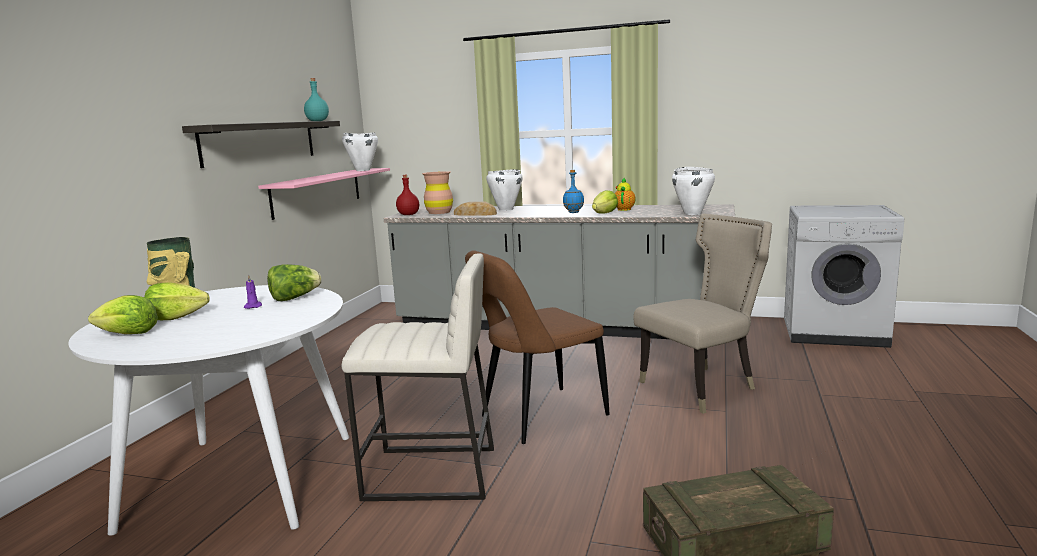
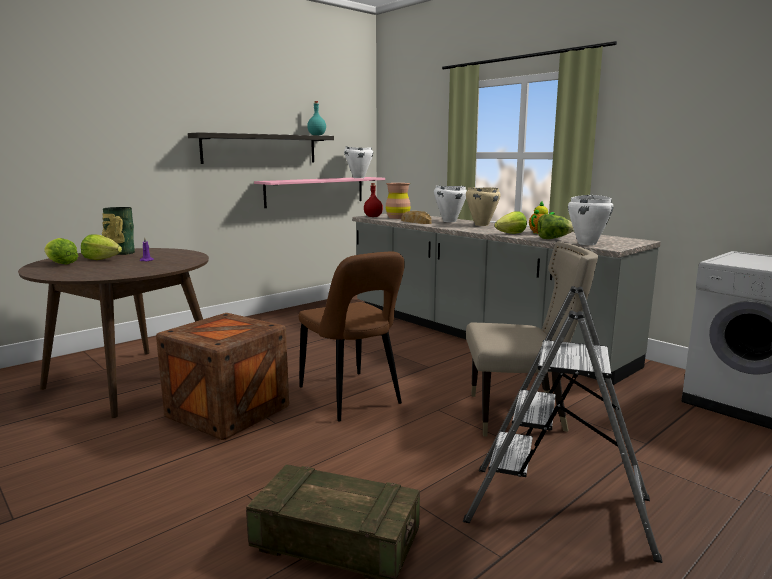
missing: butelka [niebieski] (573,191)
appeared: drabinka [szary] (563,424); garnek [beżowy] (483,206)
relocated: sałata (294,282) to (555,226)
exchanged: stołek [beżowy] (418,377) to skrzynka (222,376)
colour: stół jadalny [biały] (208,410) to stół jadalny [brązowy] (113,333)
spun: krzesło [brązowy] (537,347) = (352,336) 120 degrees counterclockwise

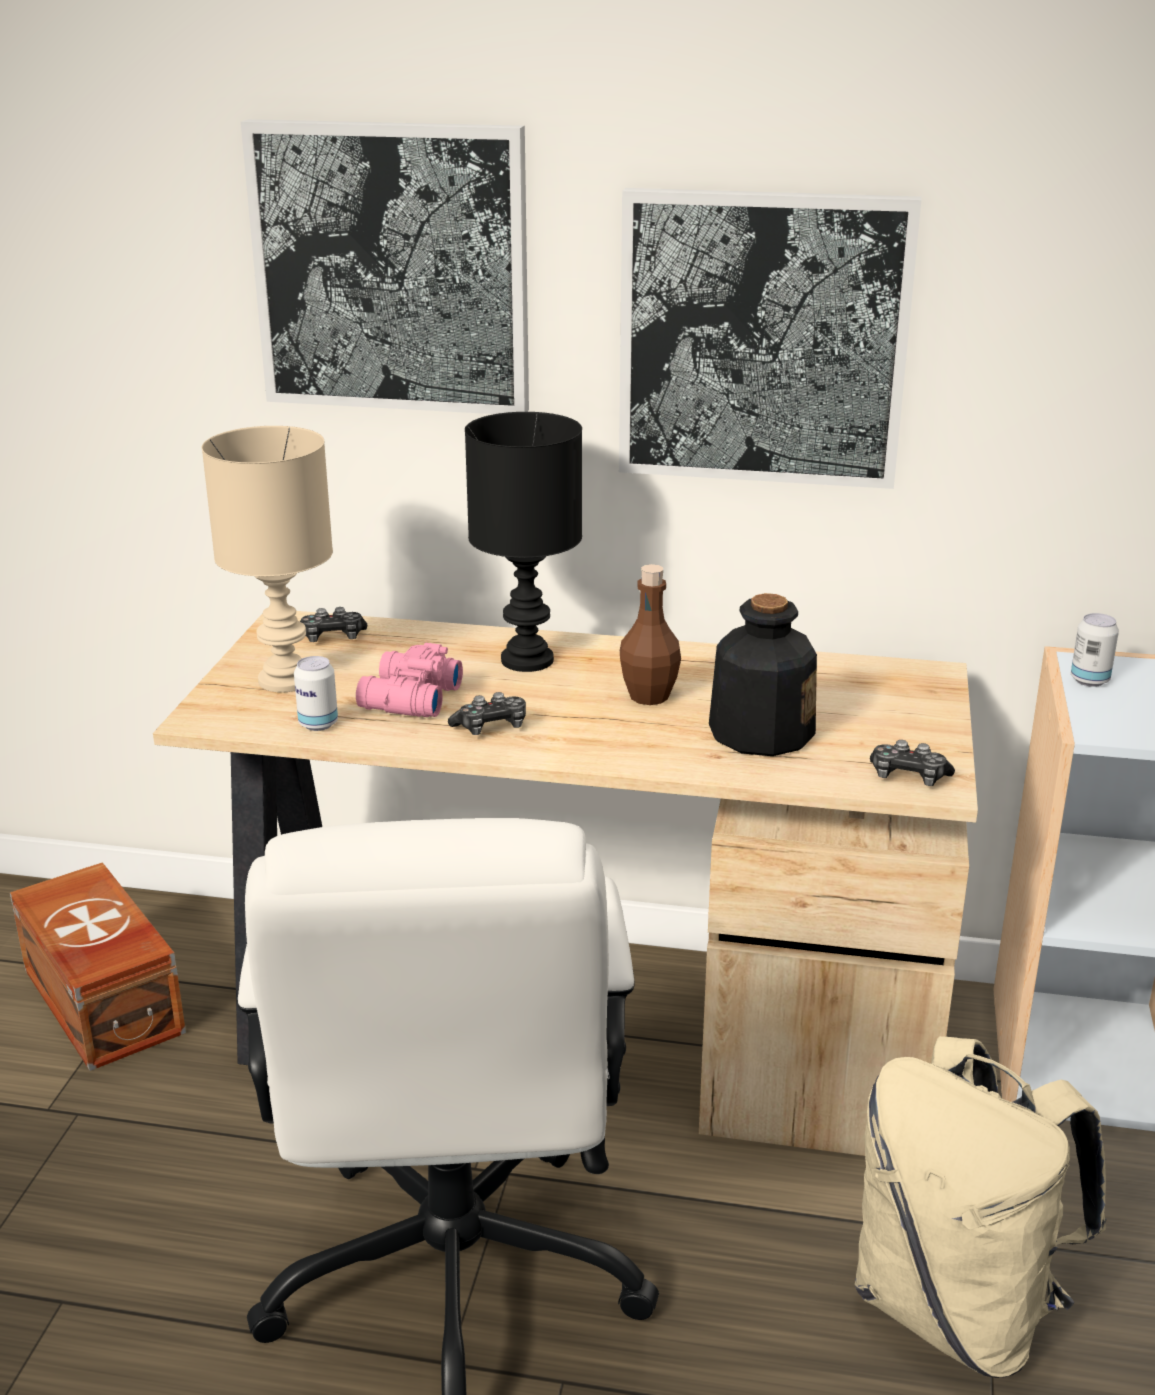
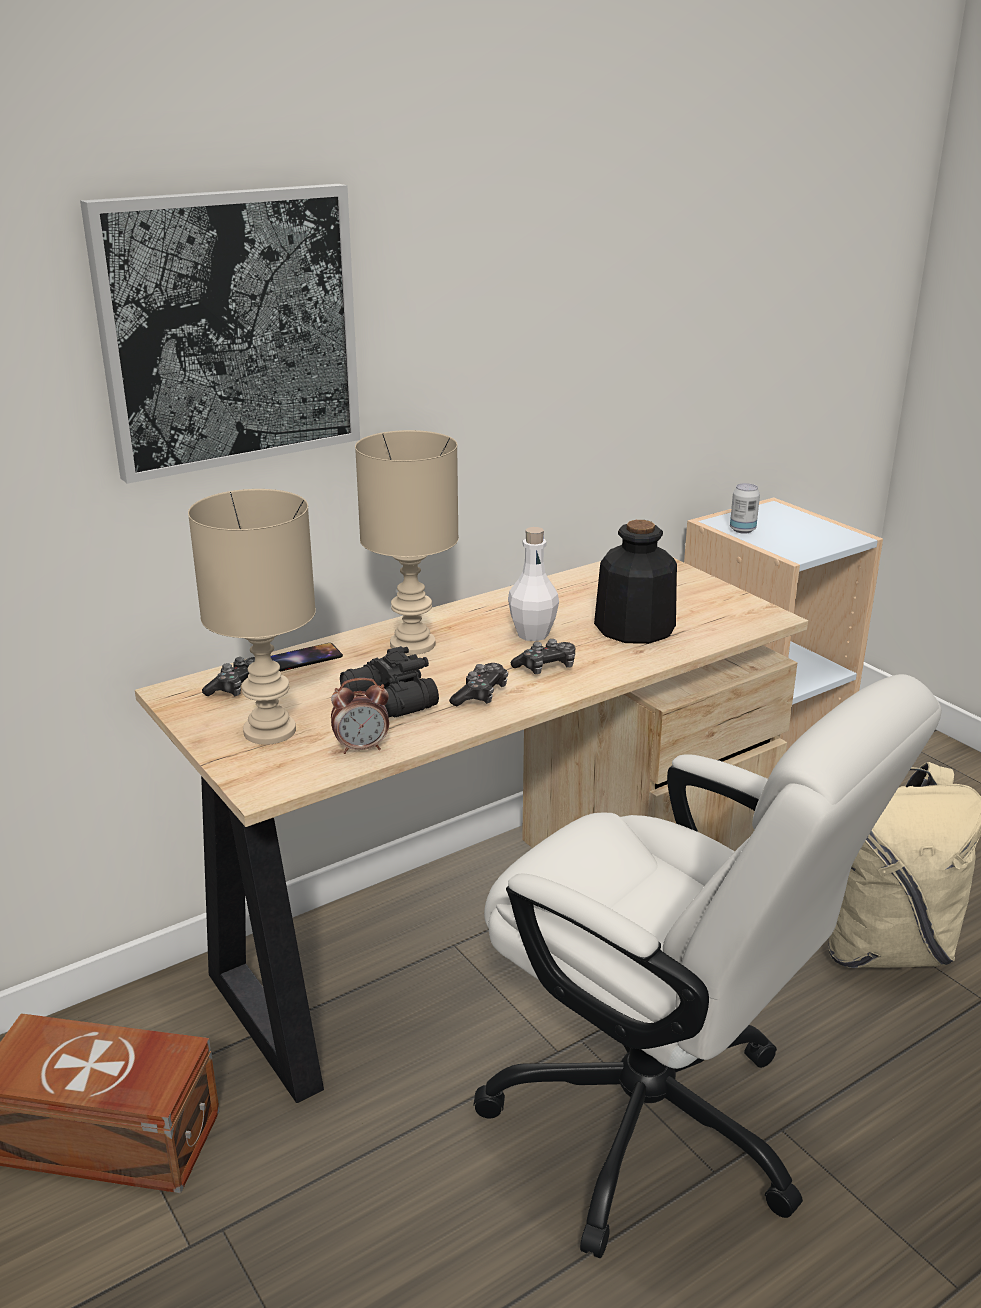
missing: obraz (770,338)
appeared: telefon (307,657)
relocated: pad do gier (912,763) to (543,656)
exchanged: puszka (316,693) to budzik (360,716)
colour: lornetka [różowy] (409,680) to lornetka [czarny] (389,681); lampa stołowa [czarny] (523,542) to lampa stołowa [beżowy] (407,542); butelka [brązowy] (650,634) to butelka [biały] (533,584)

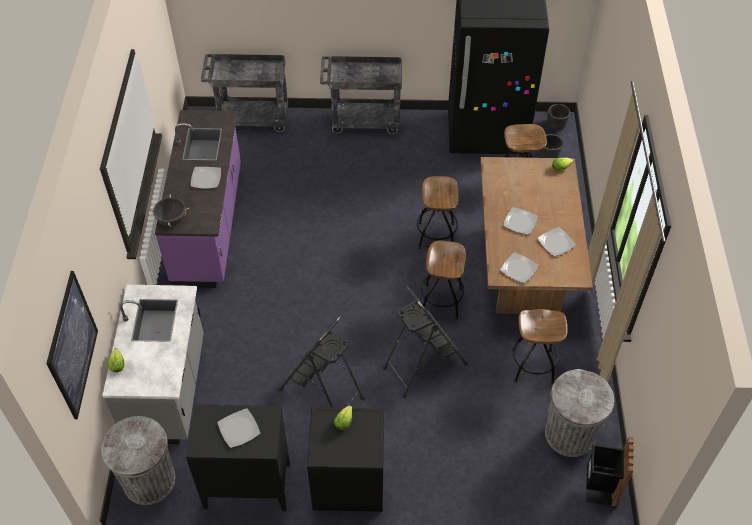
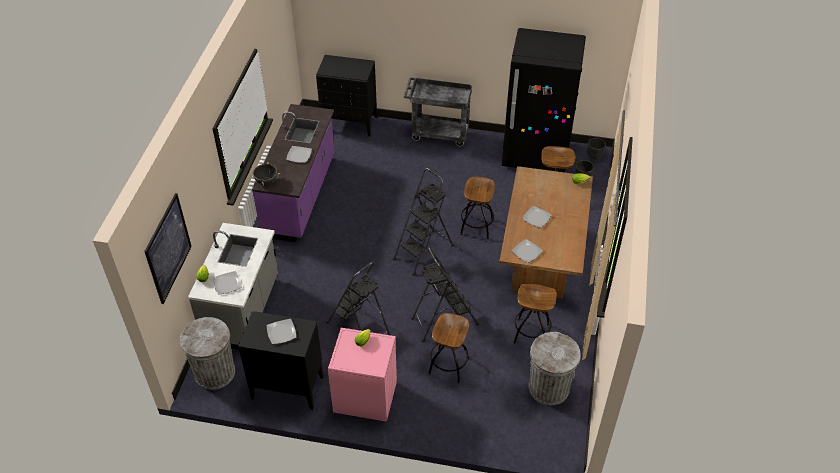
missing: kosz na śmieci [czarny] (610,472)
appeared: drabinka (423,222)
relocated: stołek [brązowy] (443,280) to (448,348); talerz (556,242) to (227,282)
exchanged: wózek [szary] (244,93) to komoda [czarny] (346,96)
colour: pralka [czarny] (345,459) to pralka [różowy] (362,375)

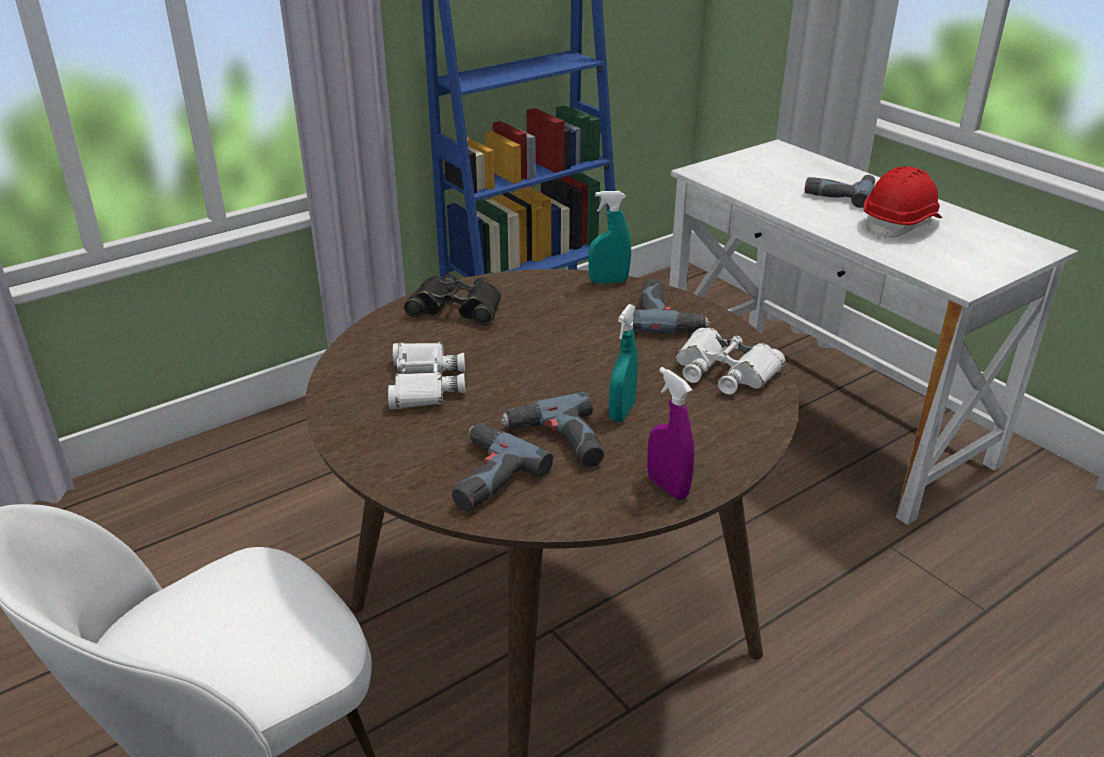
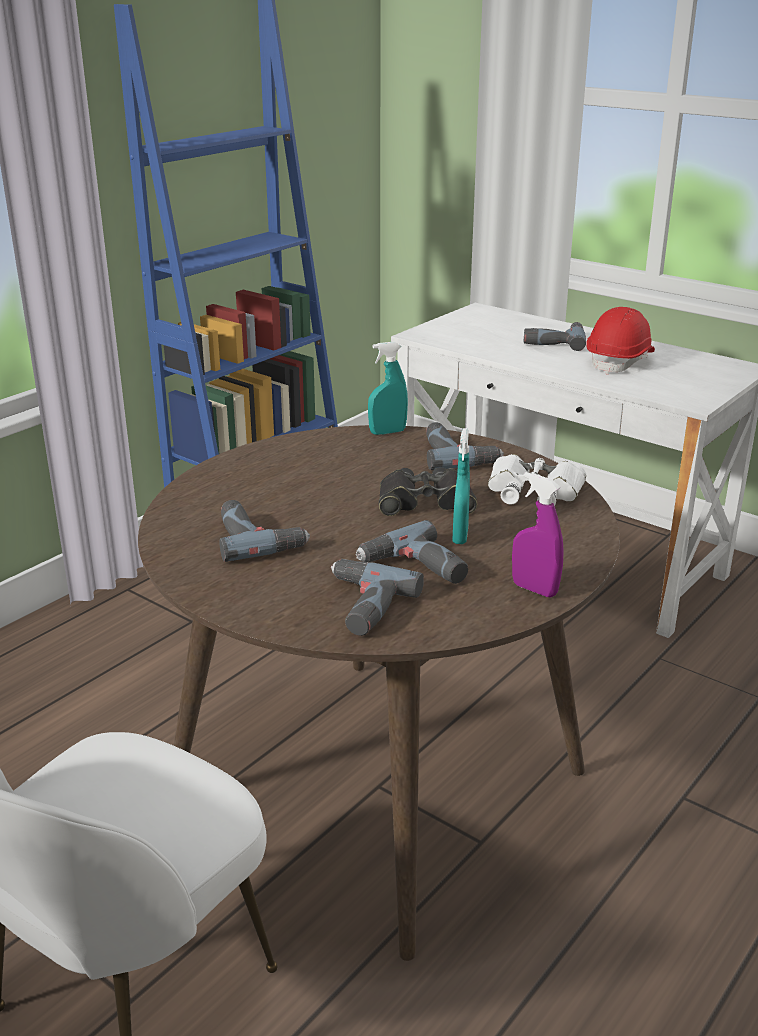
relocated: lornetka [czarny] (452,300) to (427,491)
exchanged: lornetka [biały] (426,375) to wiertarka (264,531)

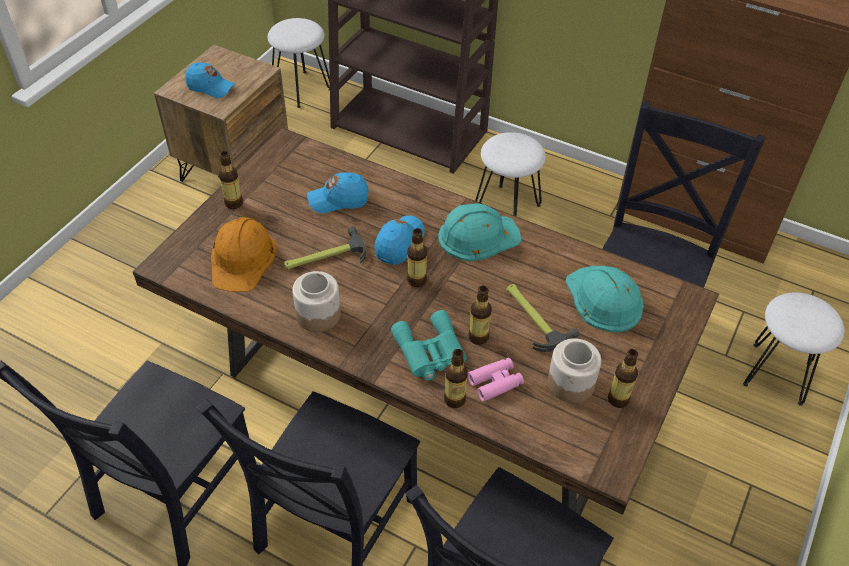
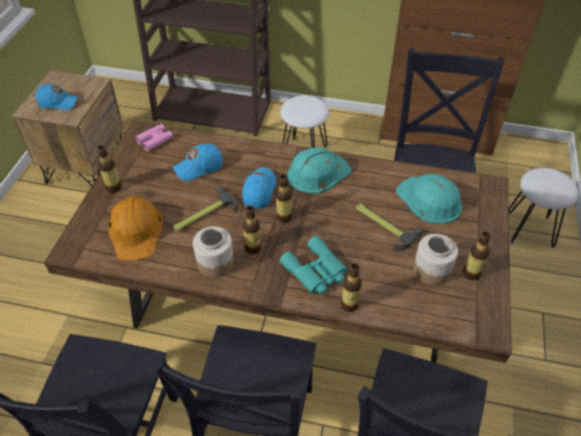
missing: stołek [biały] (299,63)
relocated: lornetka [różowy] (495,380) to (154,137); butelka (480,315) to (252,230)

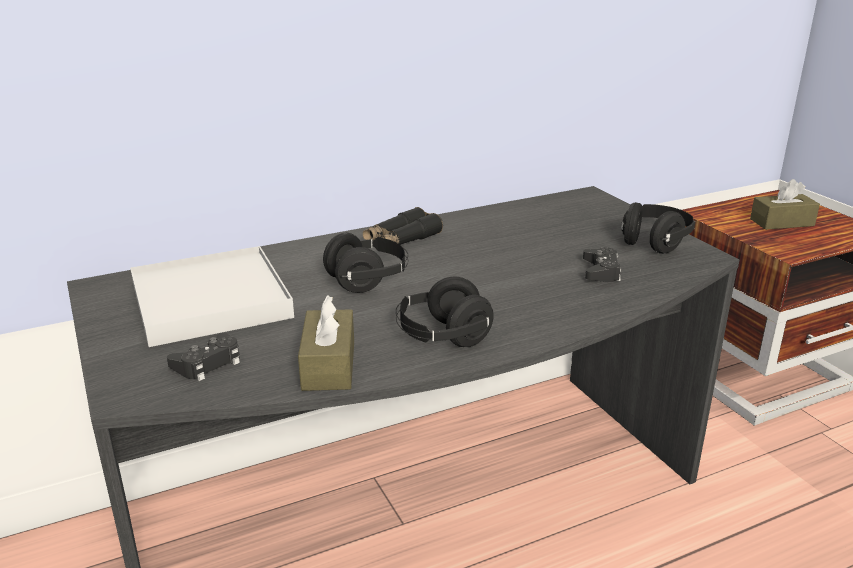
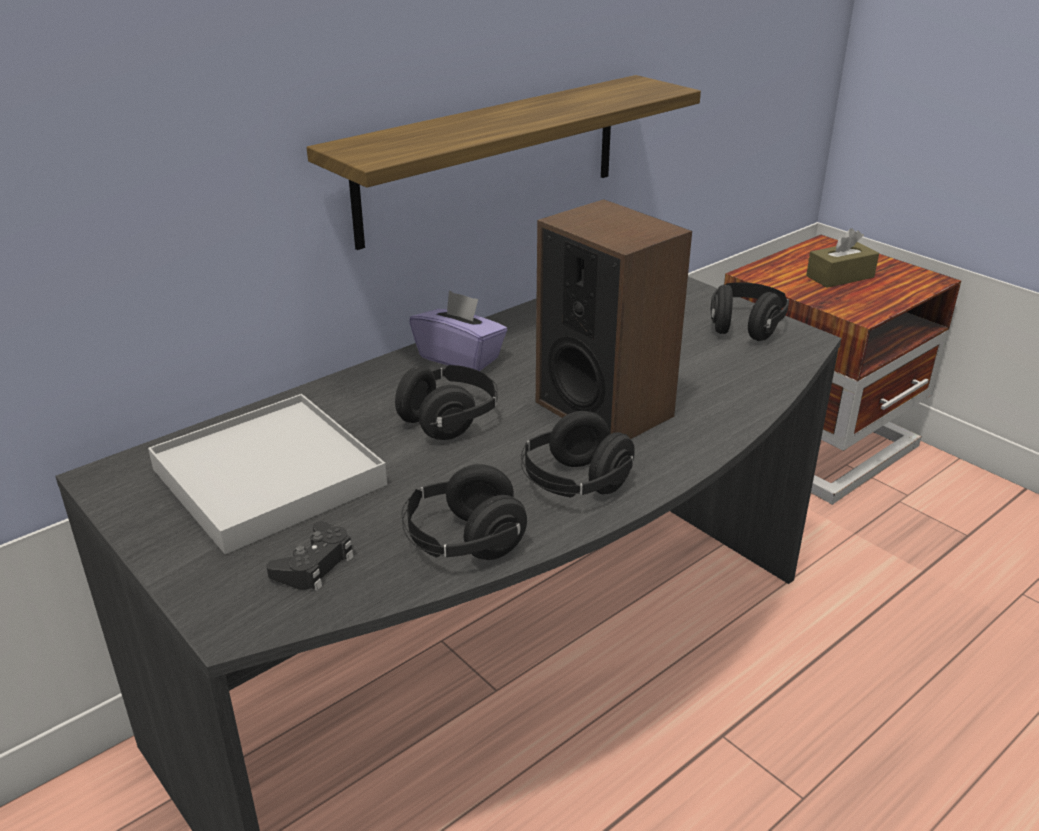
missing: pad do gier [czarny] (602,264)
appeared: półka (504,162); głośnik (614,319)
exchanged: pudełko chusteczek [brązowy] (326,343) to słuchawki [czarny] (464,512); lornetka [czarny] (403,226) to pudełko chusteczek [fioletowy] (458,330)

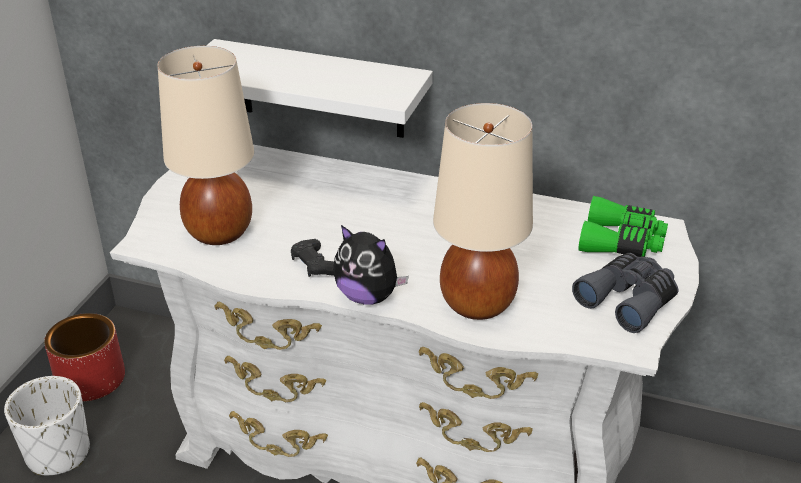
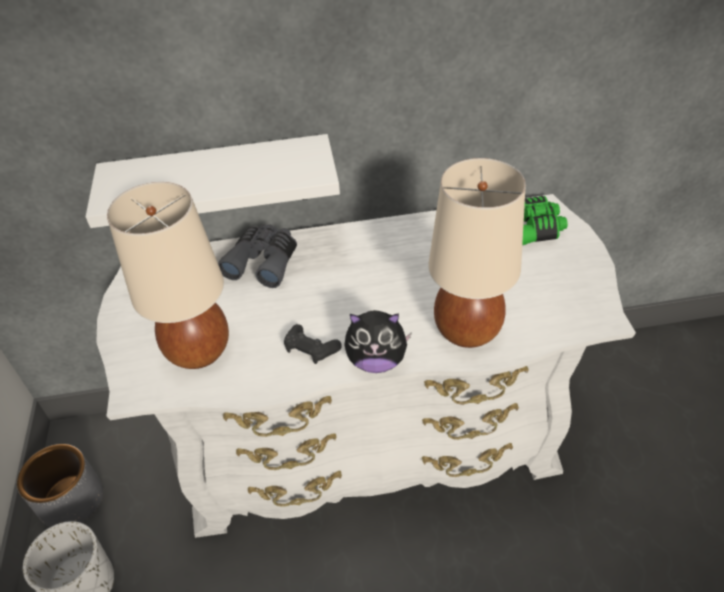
relocated: lornetka [szary] (625,293) to (257,256)
colour: donica [czerwony] (84,357) to donica [szary] (60,485)

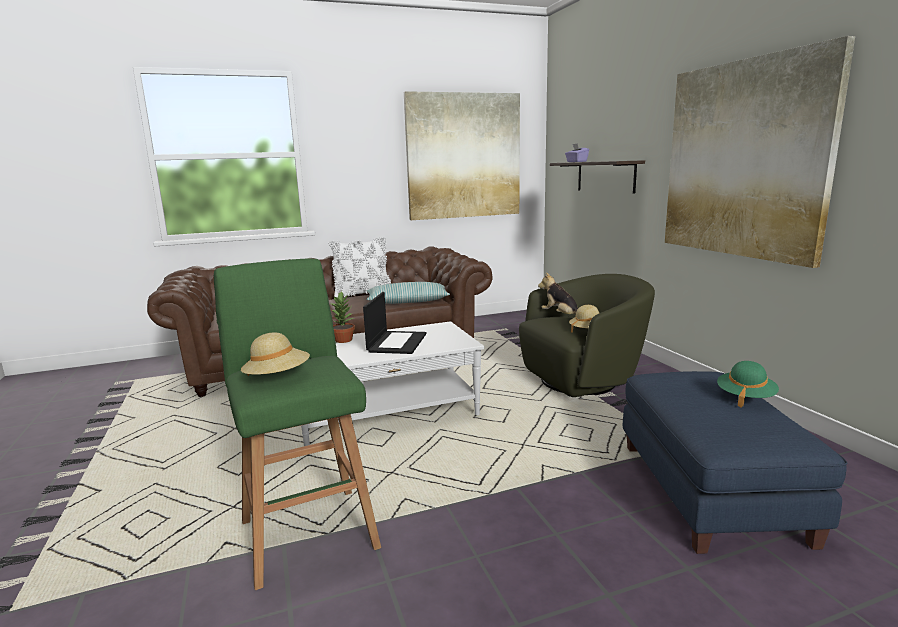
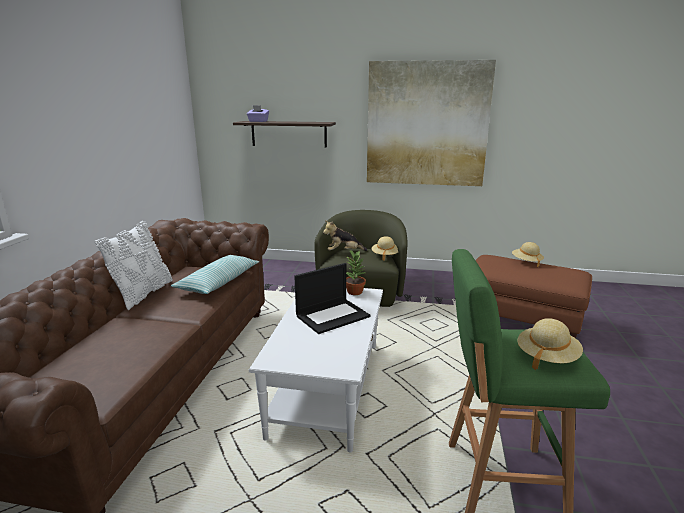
missing: obraz (462,155)
relocated: roślina doniczkowa (343,317) to (356,272)
colour: pufa [niebieski] (735,462) to pufa [brązowy] (533,296); kapelusz [zielony] (748,384) to kapelusz [beżowy] (528,254)
spun: laptop (394,323) = (332,298) 105 degrees clockwise

